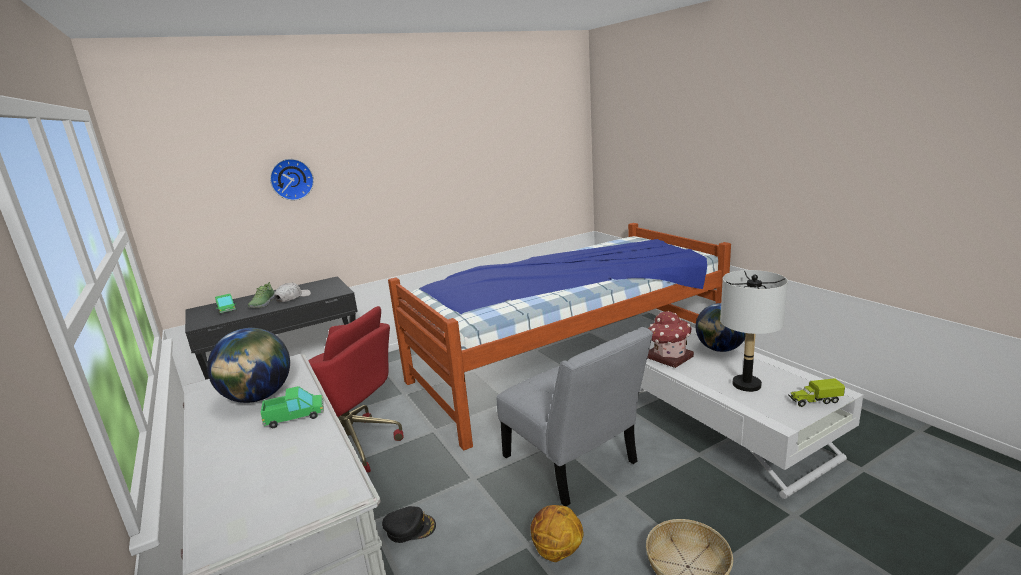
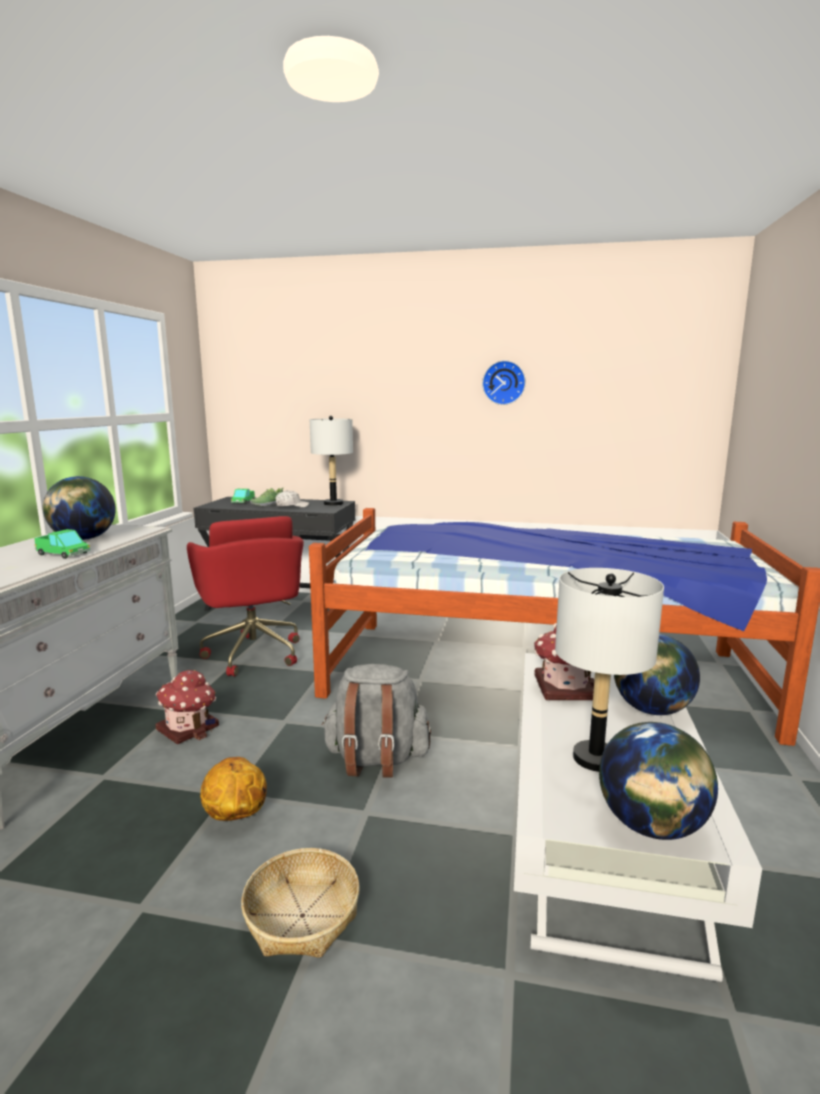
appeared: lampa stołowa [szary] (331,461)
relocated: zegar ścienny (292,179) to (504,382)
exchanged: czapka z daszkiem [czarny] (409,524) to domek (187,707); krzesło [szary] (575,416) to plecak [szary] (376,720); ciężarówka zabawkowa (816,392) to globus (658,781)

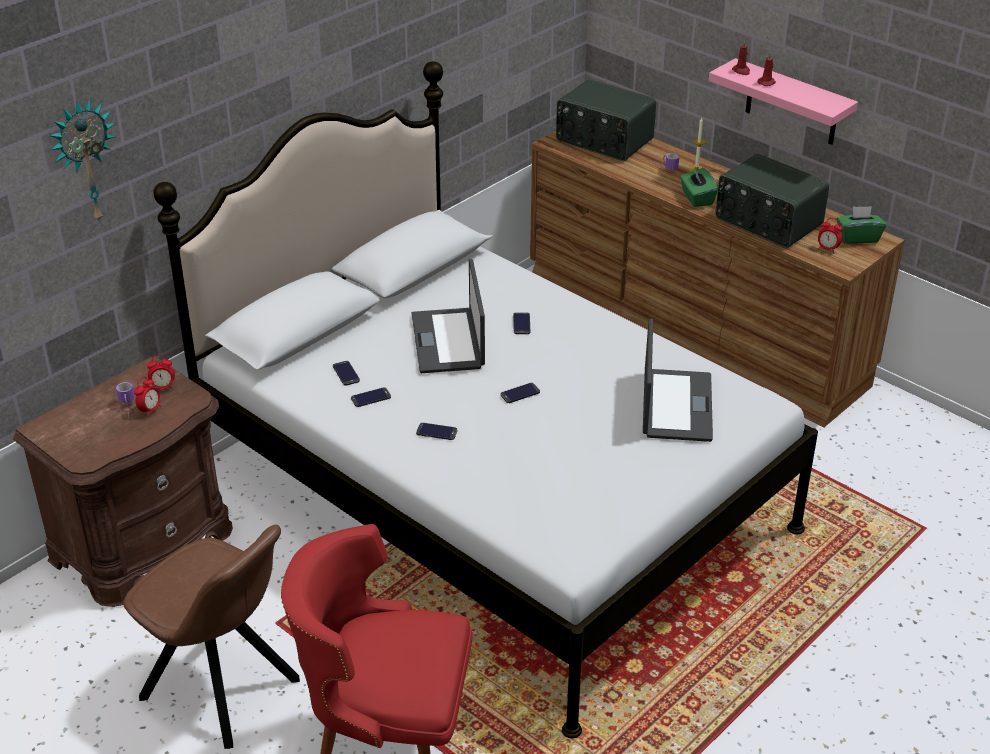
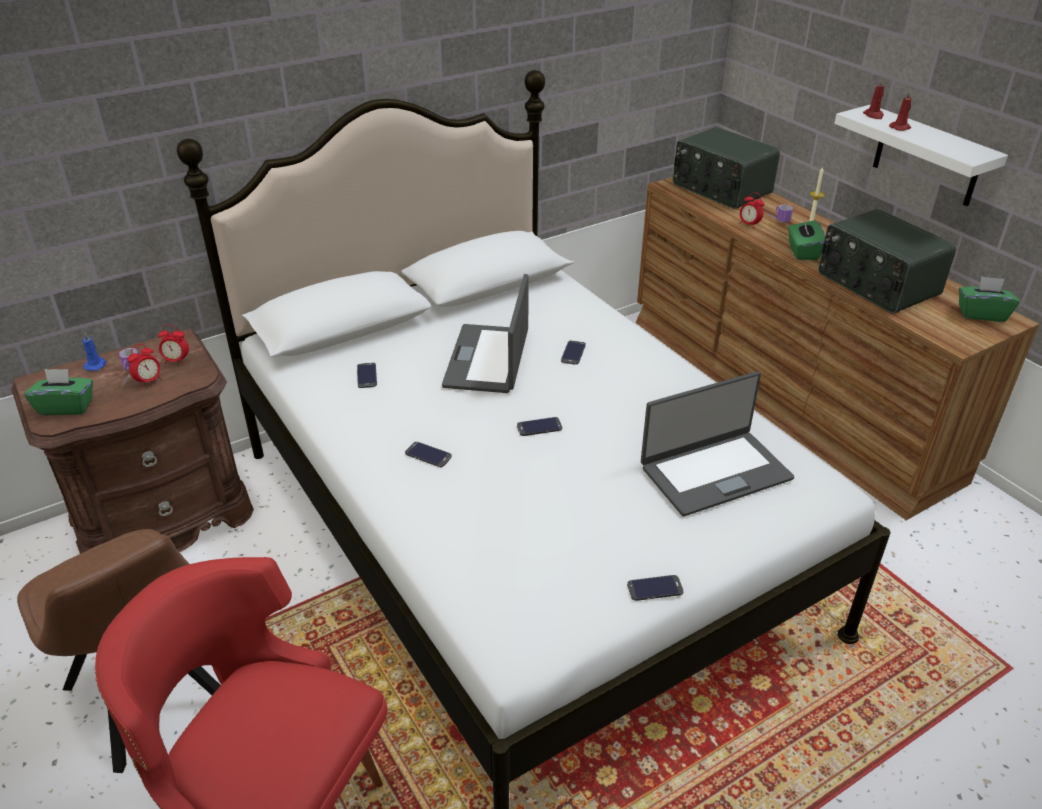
missing: zegar ścienny (82,161)
appeared: pudełko chusteczek [zielony] (58,392); świeca [niebieski] (95,351)
relocated: telefon (371,397) to (655,588); budzik (830,236) to (751,210)
colour: półka [różowy] (783,101) to półka [biały] (921,155)
spun: laptop (678,380) = (717,444) 45 degrees clockwise

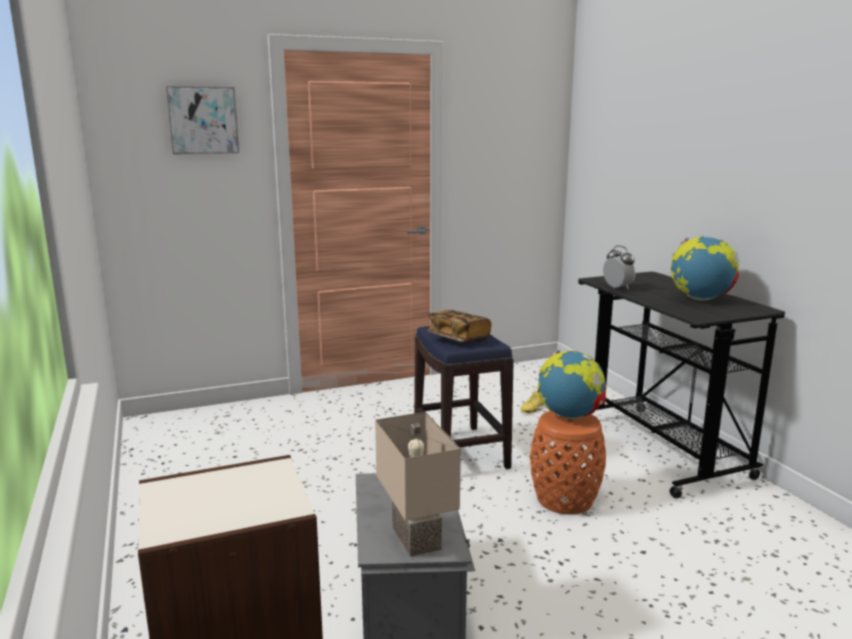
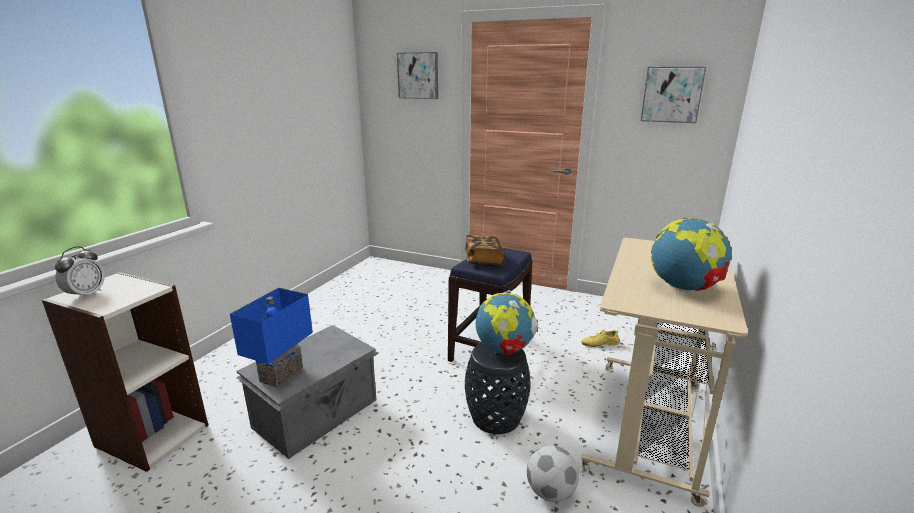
appeared: piłka futbolowa (553,473); obraz (673,95)
relocated: budzik (619,267) to (80,273)
colour: lampa stołowa [beżowy] (418,484) to lampa stołowa [niebieski] (271,338); stołek [pomarańczowy] (568,462) to stołek [czarny] (497,388); biurko [czarny] (681,385) to biurko [beżowy] (664,372)

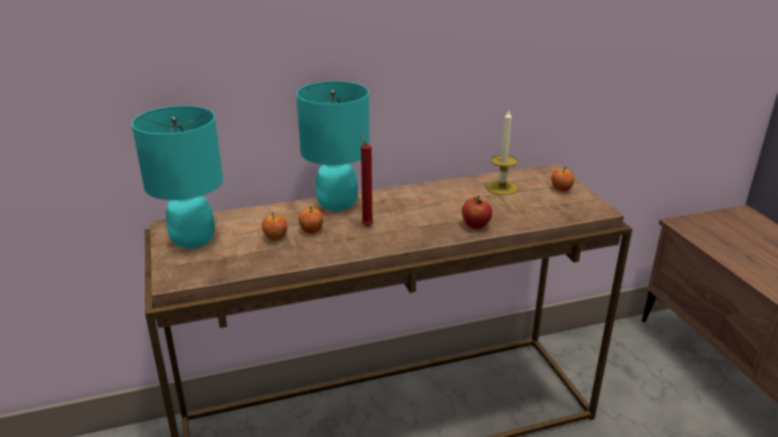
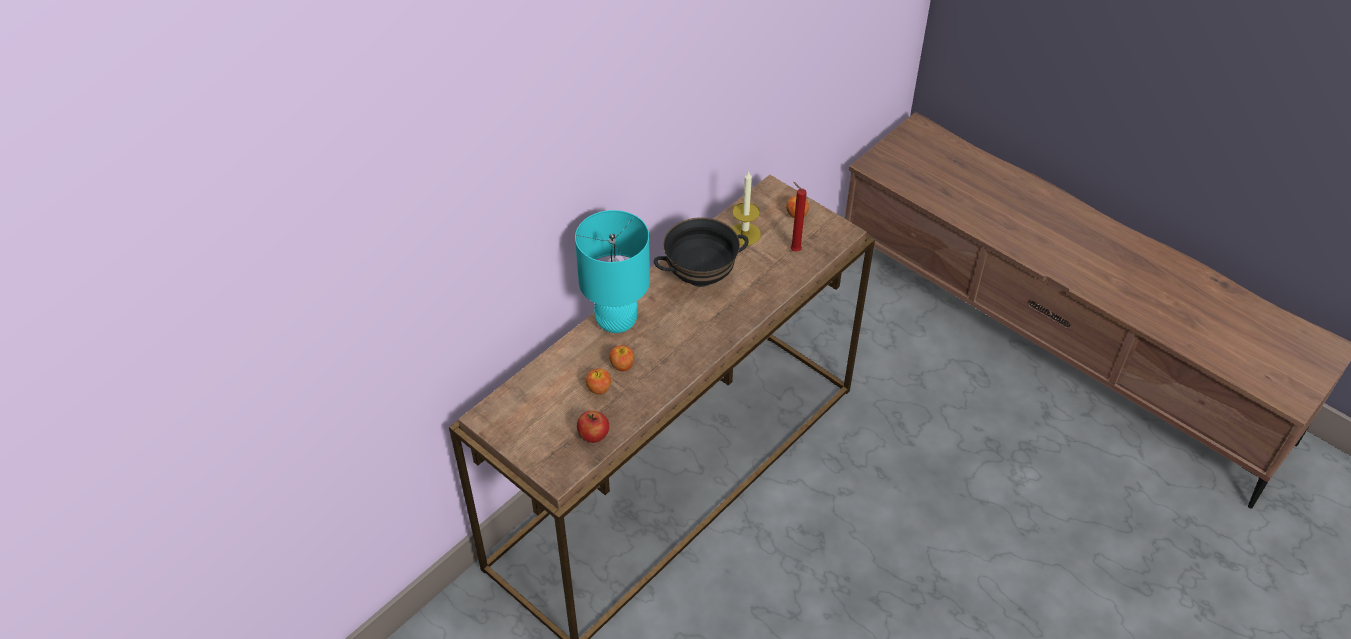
missing: lampa stołowa [turkusowy] (177,177)
appeared: miska [czarny] (701,252)
relocated: świeca [czerwony] (366,180) to (798,217); jabłko (477,212) to (593,427)

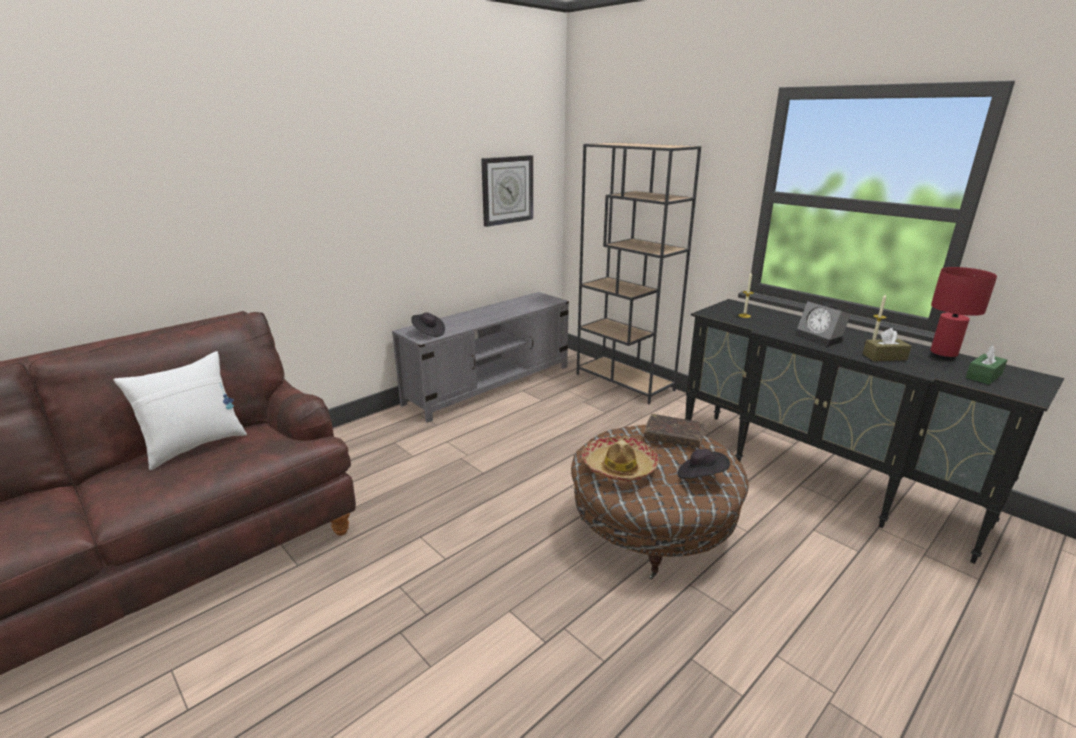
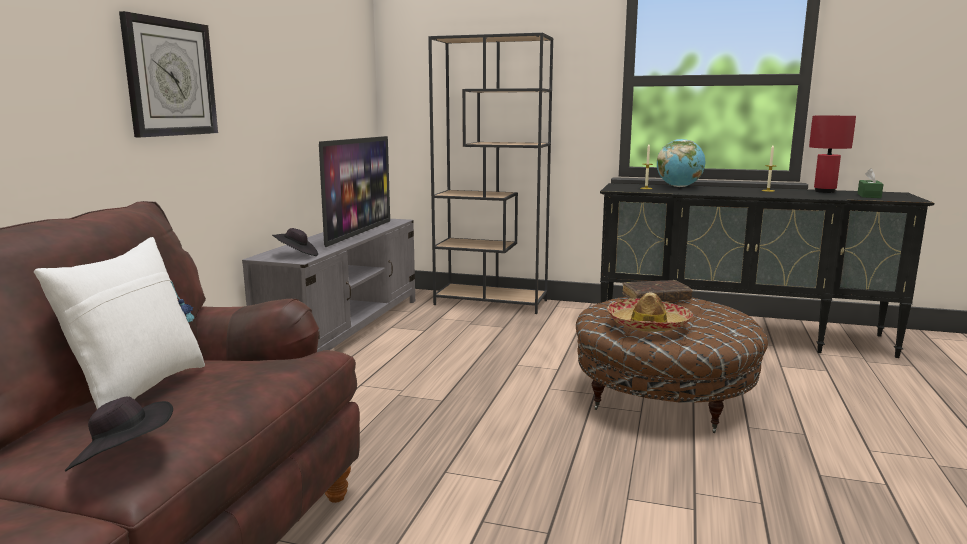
missing: budzik (823,324); pudełko chusteczek [brązowy] (887,344)
appeared: telewizor (354,191); globus (681,163)
relocated: zegar ścienny (507,191) to (168,74); kapelusz [czarny] (703,464) to (119,434)

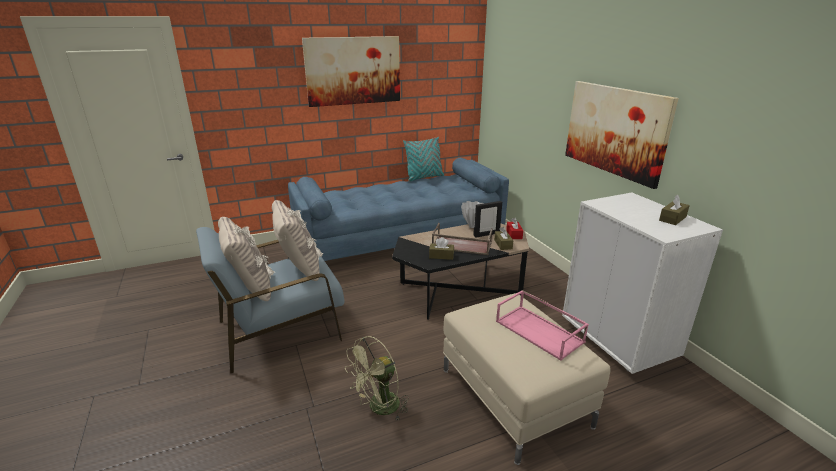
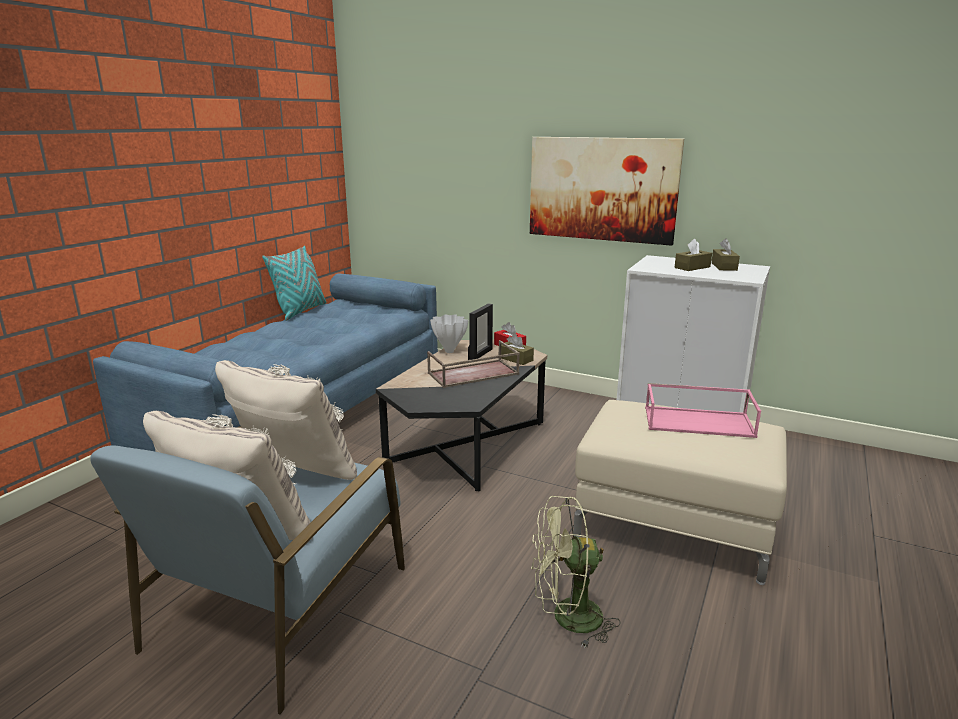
missing: obraz (351,71)
relocated: pudełko chusteczek [brązowy] (441,248) to (693,255)
spun: wentylator [zielony] (377,379) = (576,572) 75 degrees clockwise

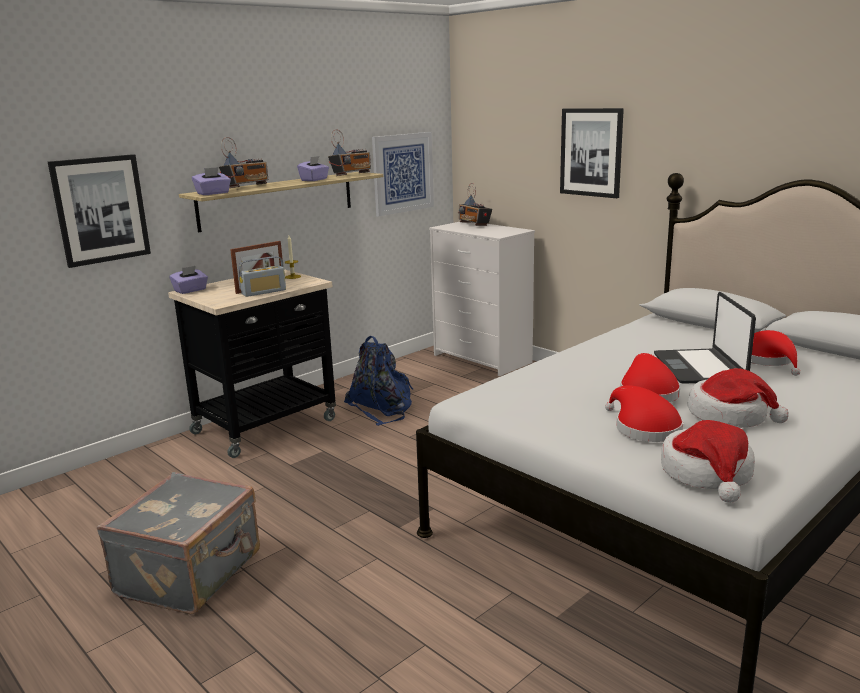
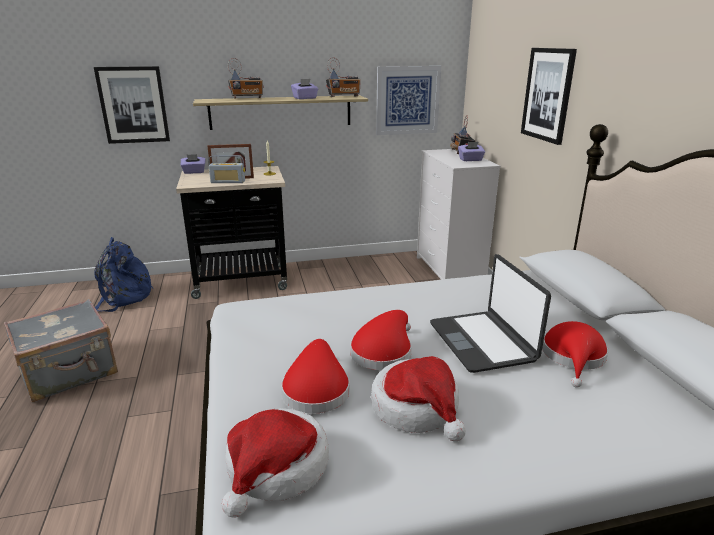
relocated: pudełko chusteczek [fioletowy] (211,181) to (471,151); plecak [niebieski] (379,381) to (123,274)
spun: laptop (705,338) = (490,313) 45 degrees counterclockwise

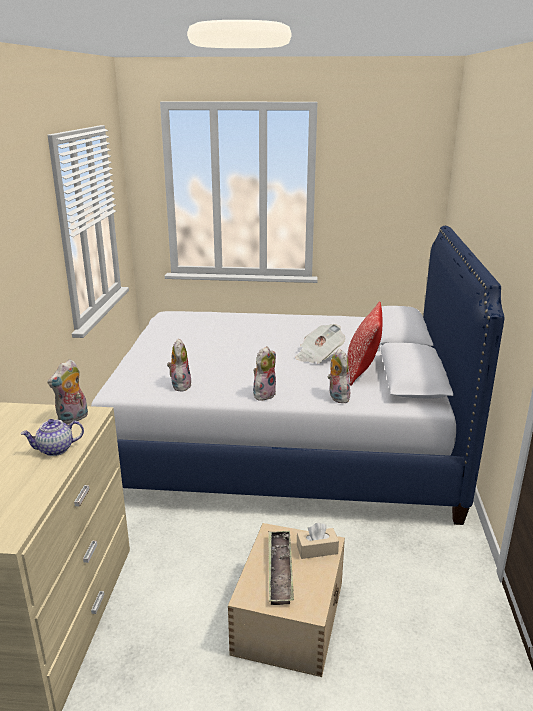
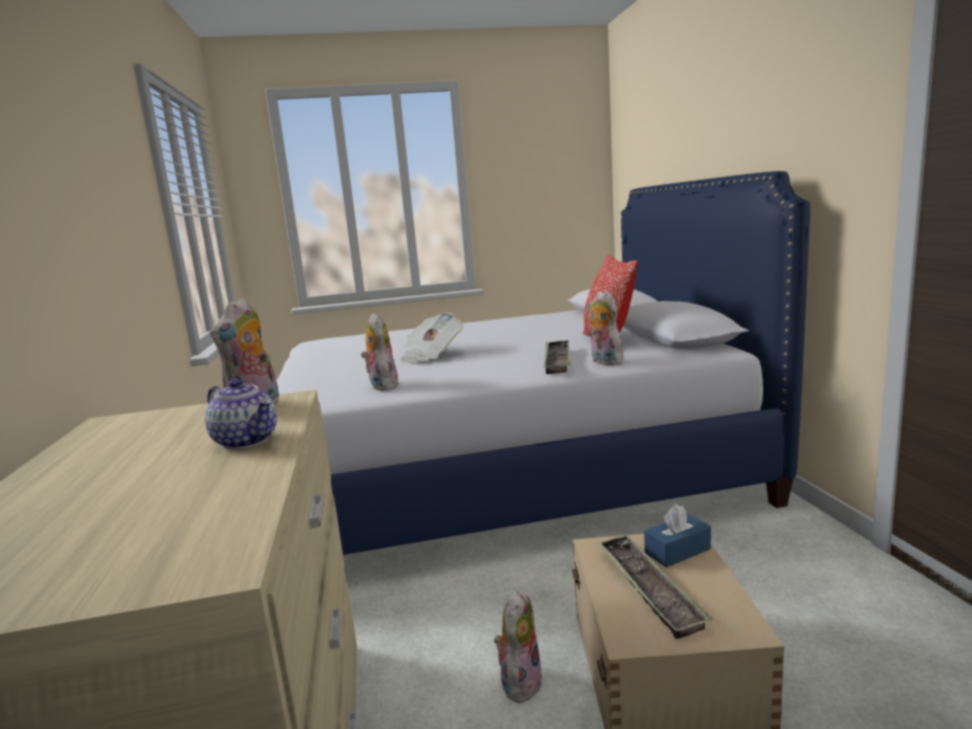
appeared: taca (557,357)
relocated: pluszak (264,373) to (518,647); gazeta (320,343) to (431,338)
colour: pudełko chusteczek [beżowy] (318,540) to pudełko chusteczek [niebieski] (677,536)
spun: imbryk (52,437) = (241,414) 105 degrees counterclockwise

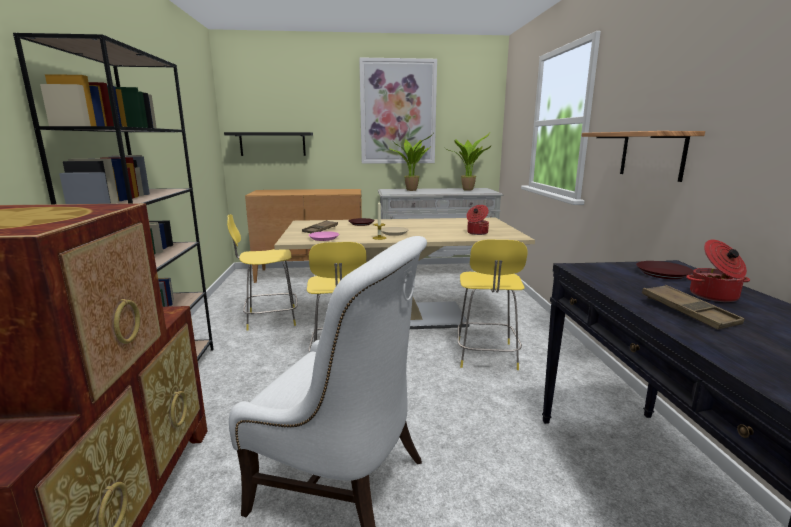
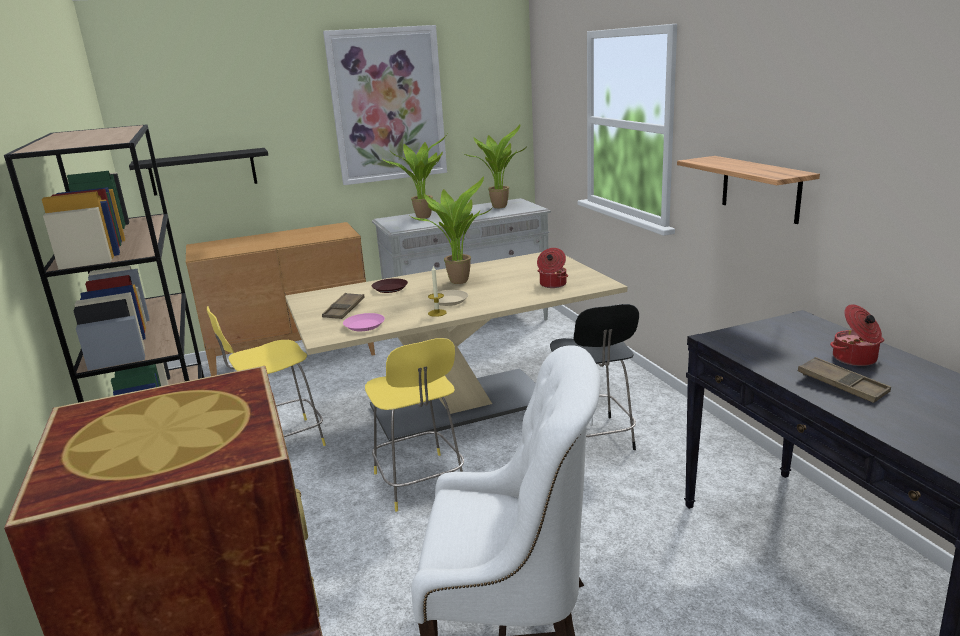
missing: talerz [brązowy] (664,270)
appeared: roślina doniczkowa (452,230)
colour: stołek [żółty] (492,305) to stołek [czarny] (594,377)

